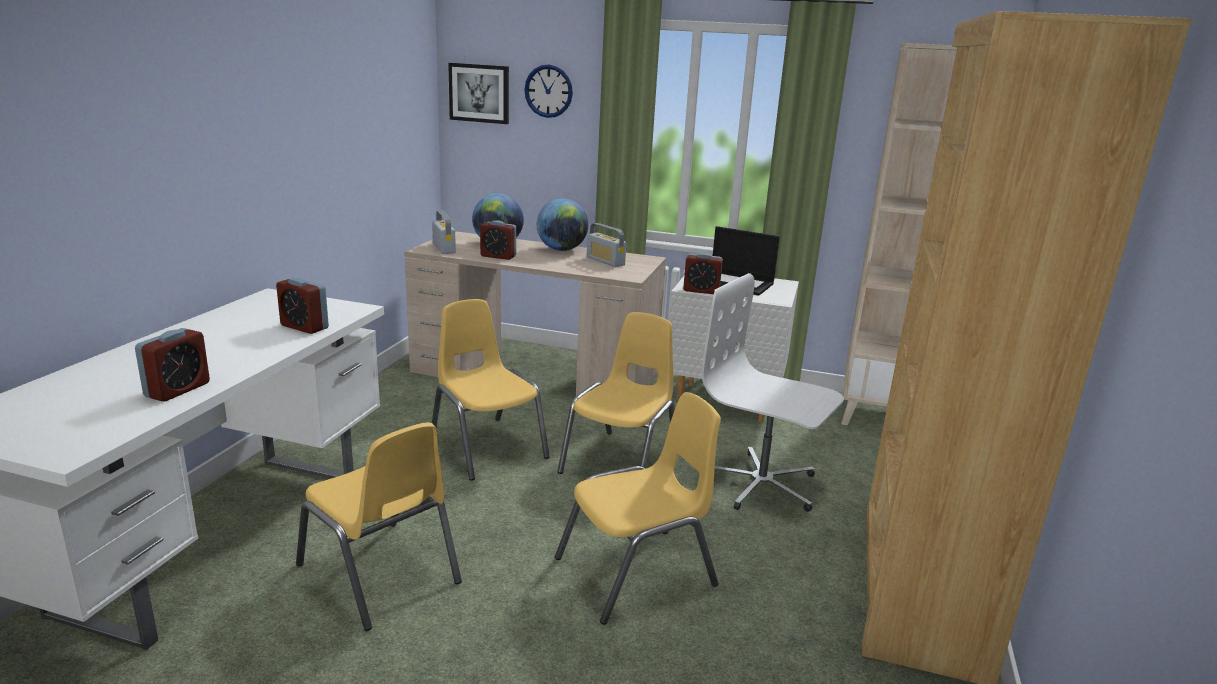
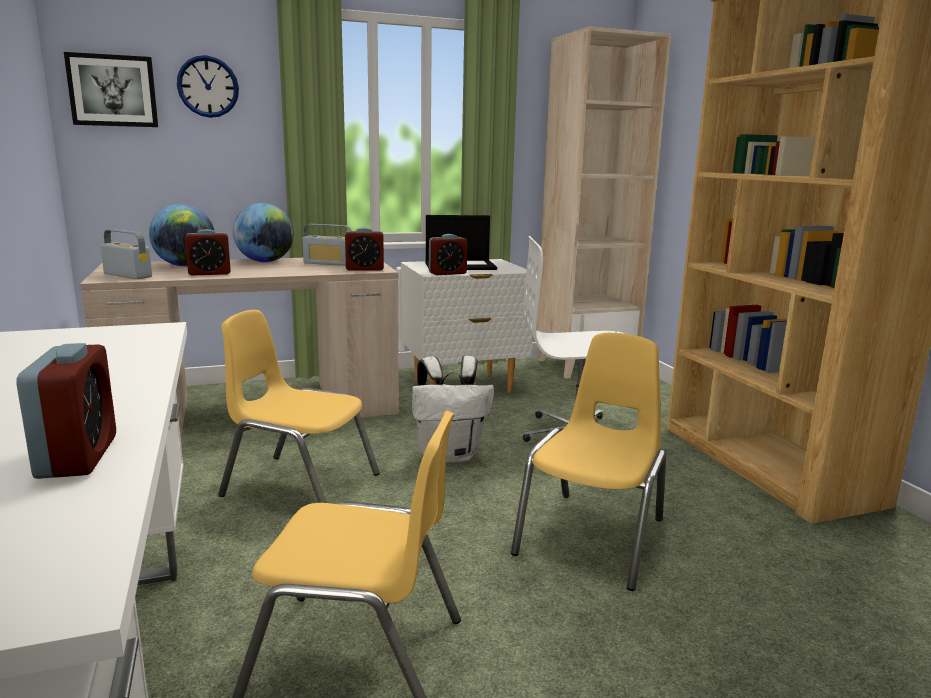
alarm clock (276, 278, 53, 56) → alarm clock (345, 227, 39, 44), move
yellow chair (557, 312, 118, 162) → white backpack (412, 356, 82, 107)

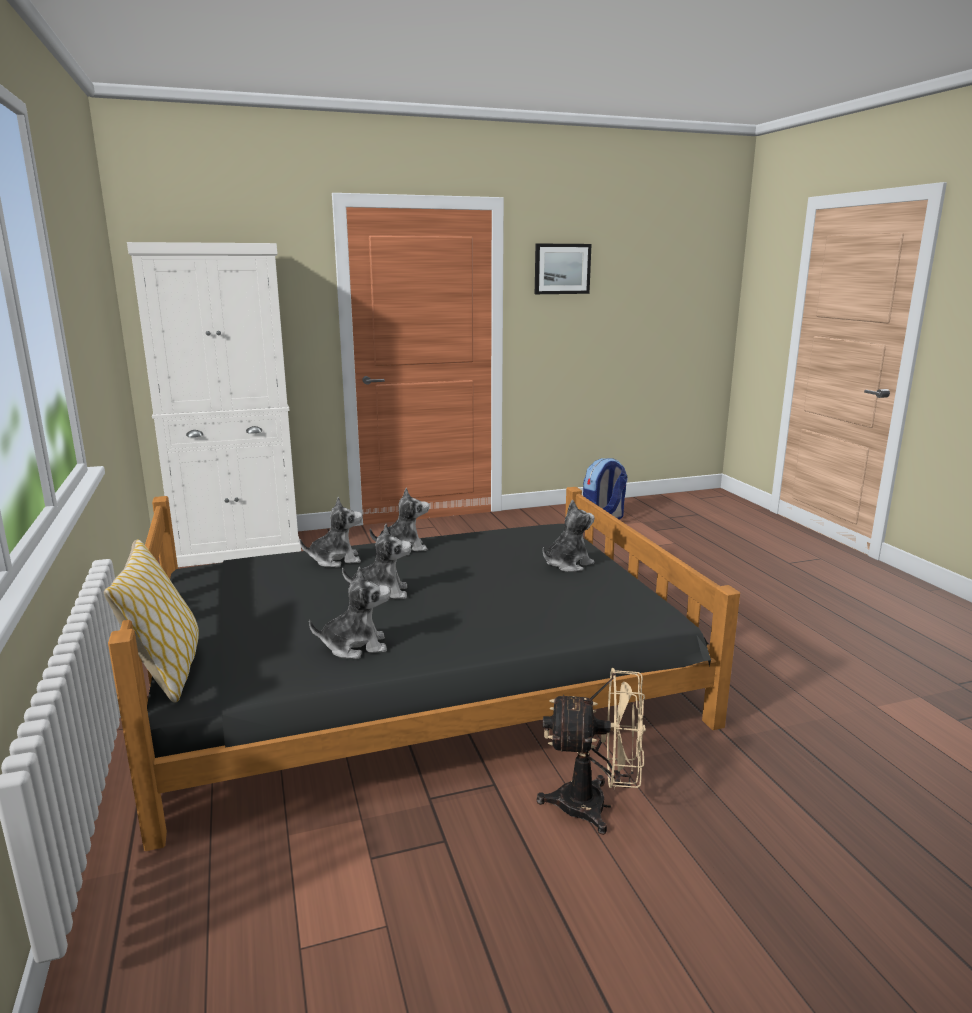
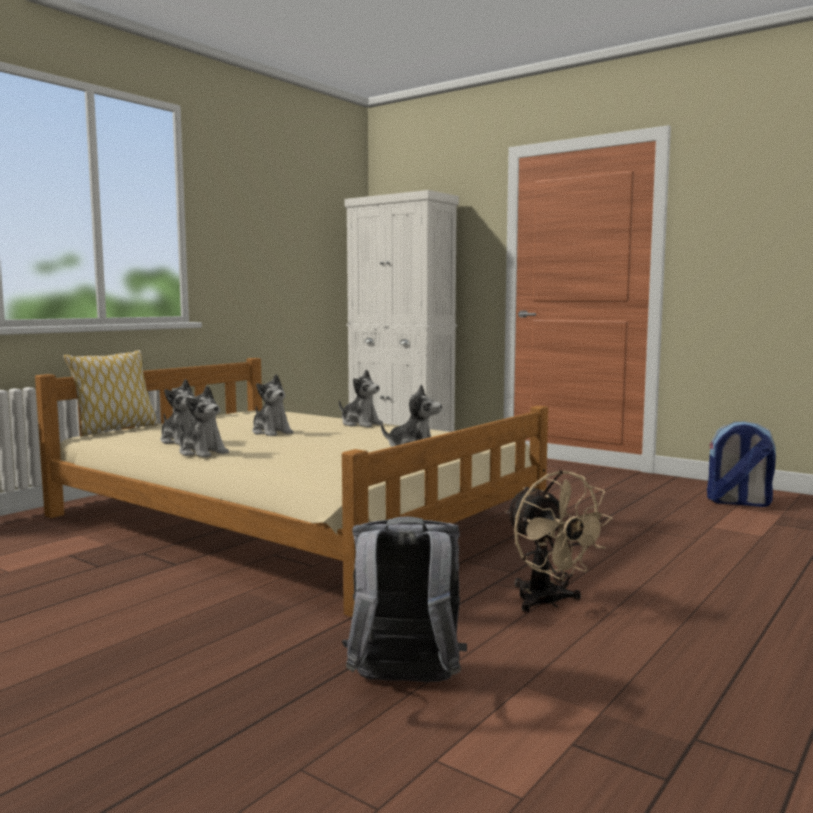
black bed (108, 487, 632, 364) → beige bed (35, 358, 513, 259)
plush toy (300, 497, 63, 70) → plush toy (180, 386, 49, 72), move
- → grey backpack (342, 517, 125, 165)
beige fan (537, 668, 109, 167) → beige fan (505, 470, 108, 142), move
picture (535, 244, 57, 50) → -

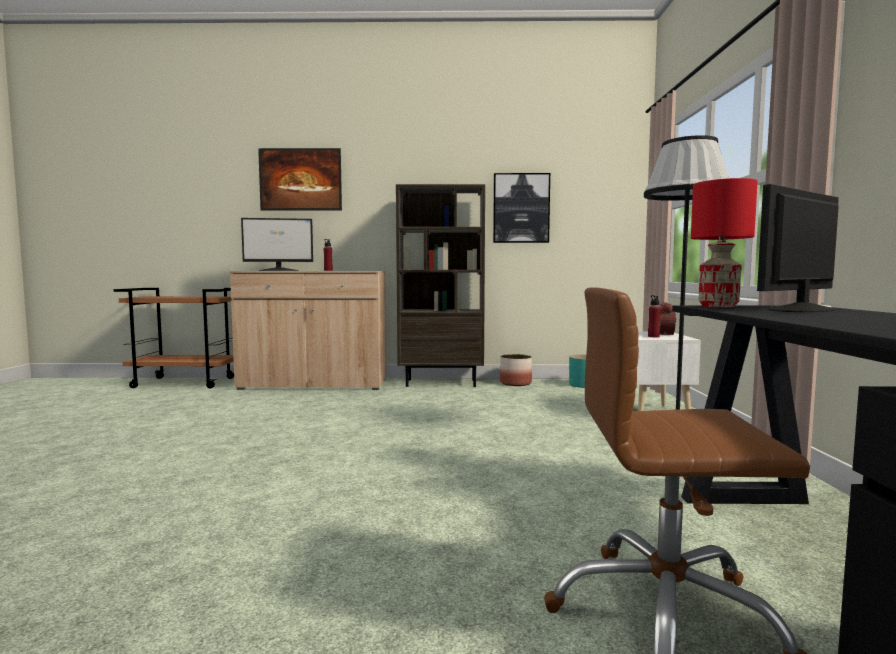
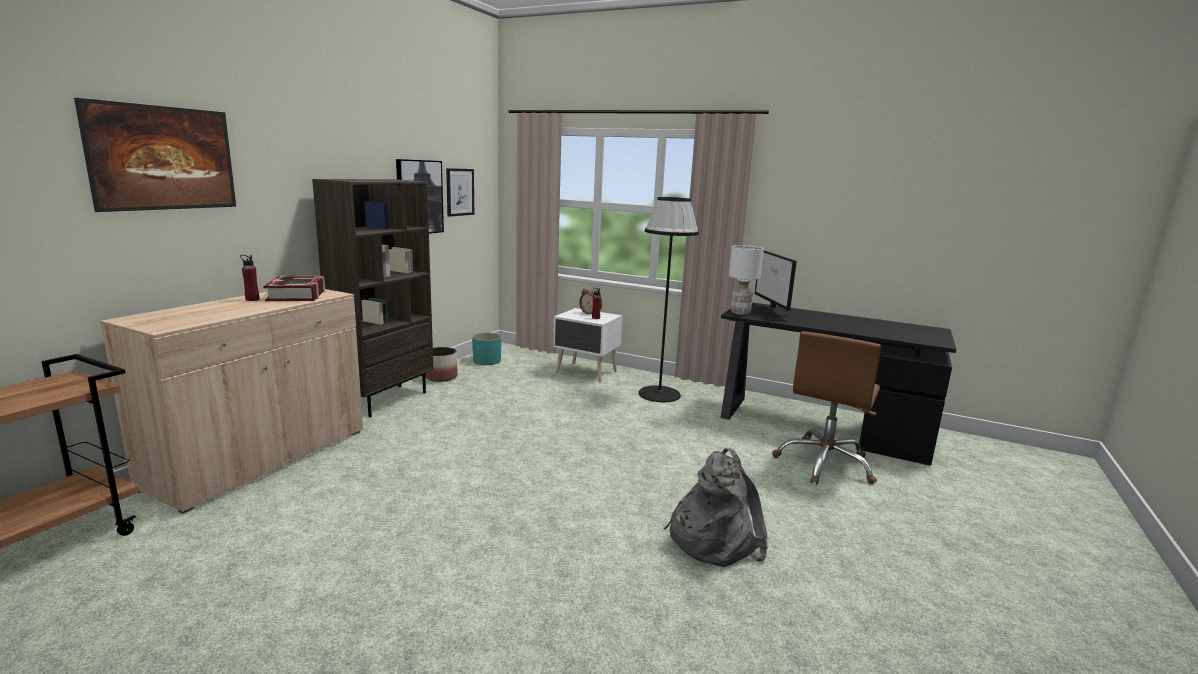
- → book (263, 276, 62, 25)
- → picture (446, 168, 28, 49)
- → grey backpack (664, 448, 104, 119)
red table lamp (691, 178, 67, 129) → white table lamp (729, 245, 35, 70)
monitor (241, 218, 72, 53) → -

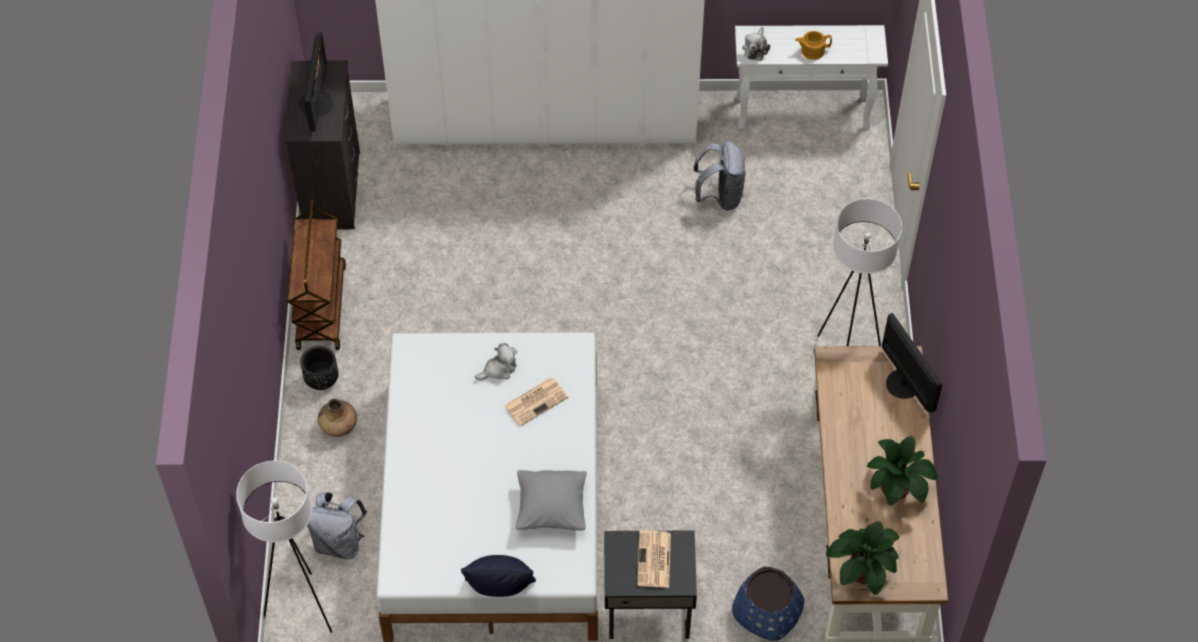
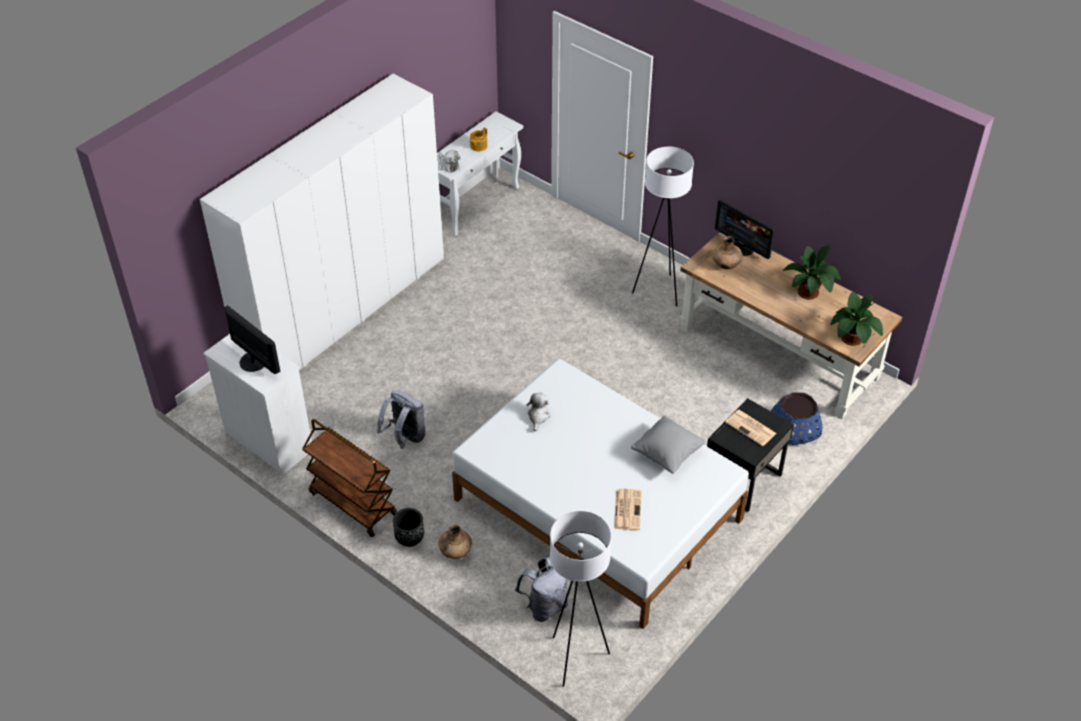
black dresser (284, 60, 76, 169) → white dresser (203, 334, 109, 142)
grey backpack (693, 141, 53, 69) → grey backpack (377, 390, 48, 59), move
newspaper (504, 377, 64, 49) → newspaper (614, 489, 27, 41), move
- → brown vase (712, 236, 31, 33)
monitor (882, 313, 61, 100) → monitor (715, 199, 60, 60), 150 degrees counterclockwise
black pillow (461, 555, 75, 42) → -

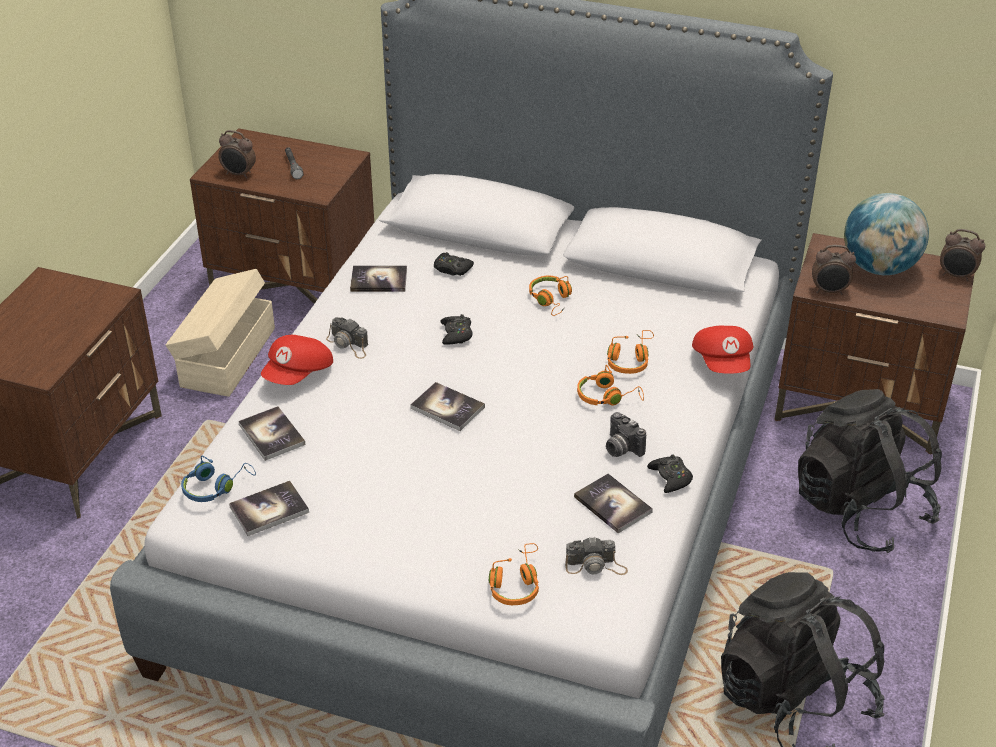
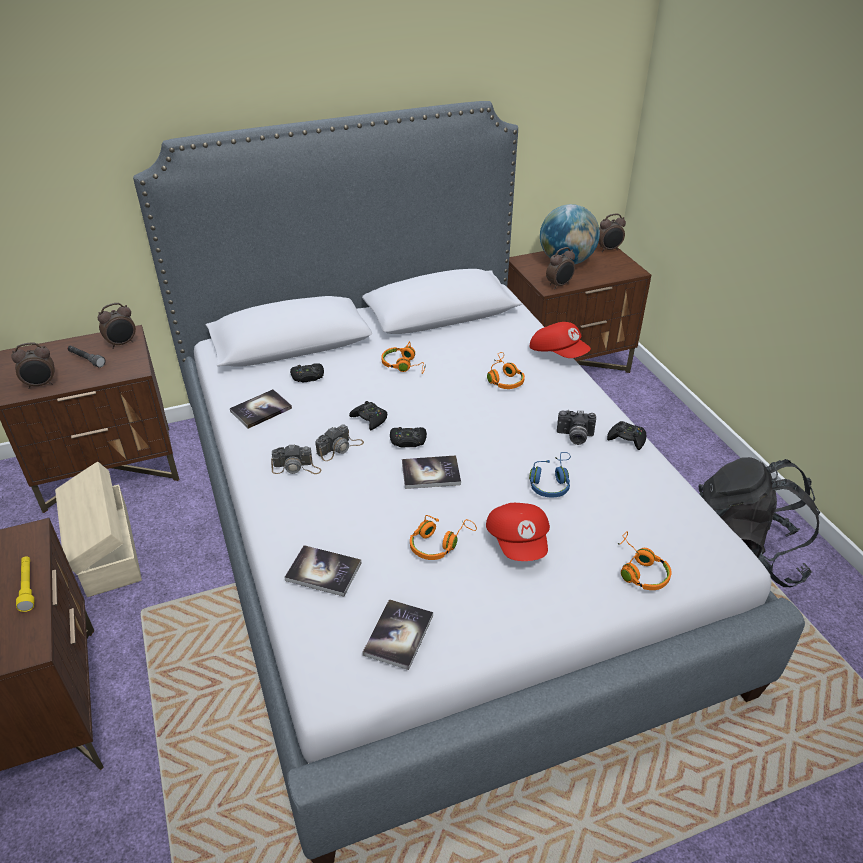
- → yellow flashlight (16, 557, 18, 55)
- → alarm clock (98, 303, 38, 46)
photo camera (565, 537, 63, 38) → photo camera (315, 424, 49, 37), move
- → black game controller (390, 427, 37, 20)
orange headphones (577, 365, 67, 41) → orange headphones (410, 515, 67, 45), move
red cap (261, 335, 72, 50) → red cap (486, 503, 64, 58), move
blue headphones (181, 456, 75, 46) → blue headphones (529, 452, 42, 45), move
book (574, 474, 79, 59) → -
black backpack (798, 389, 144, 164) → -

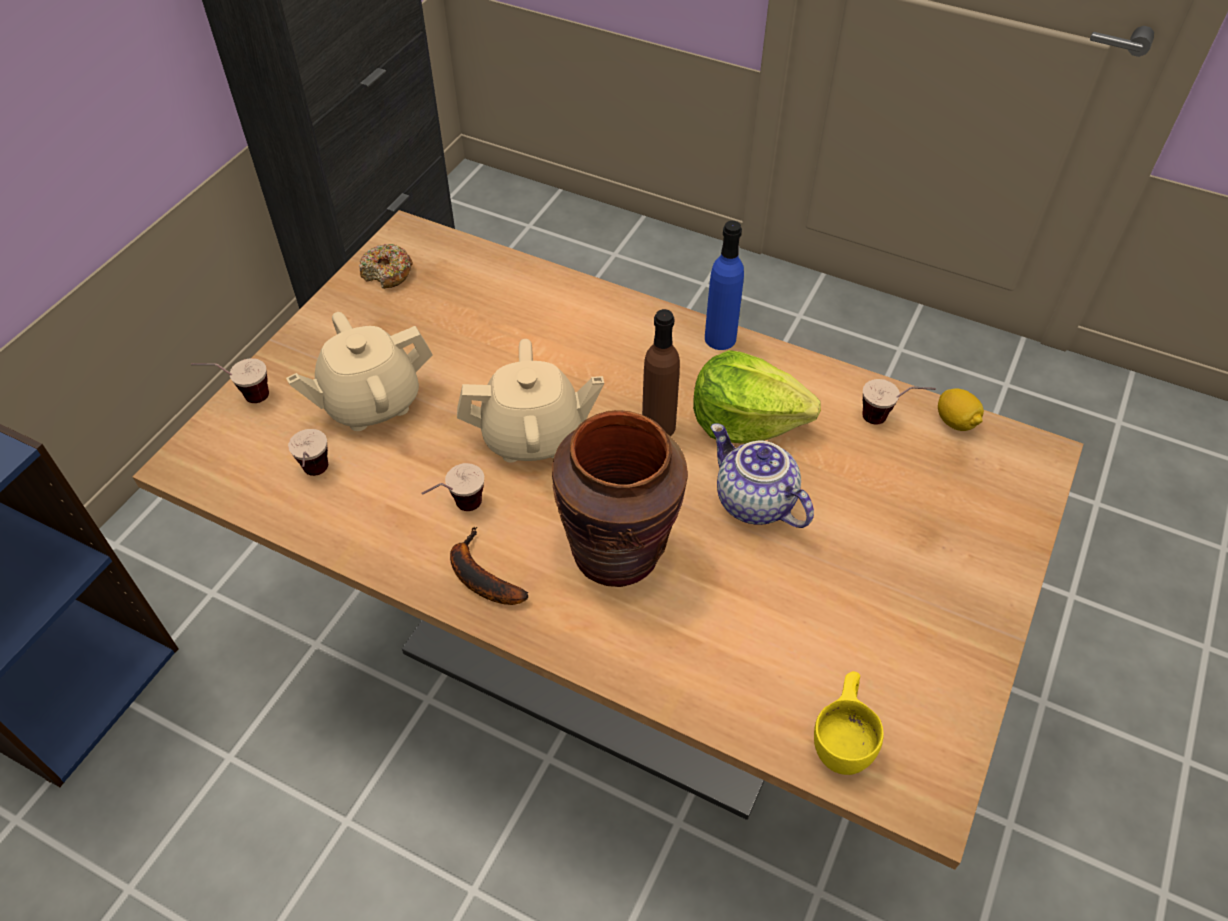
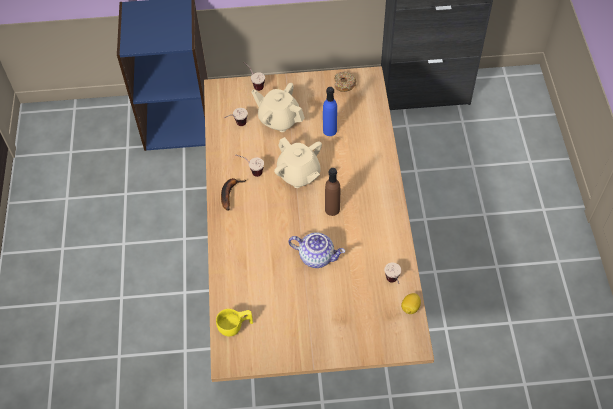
teapot (711, 423, 103, 105) → teapot (288, 232, 57, 36), 90 degrees clockwise
blue bottle (705, 221, 39, 129) → blue bottle (323, 87, 14, 49), move
brown vase (552, 410, 136, 177) → -
lettuce (693, 350, 128, 94) → -

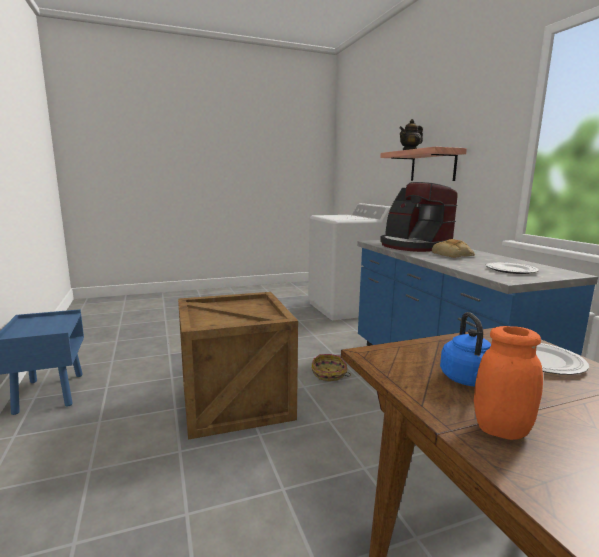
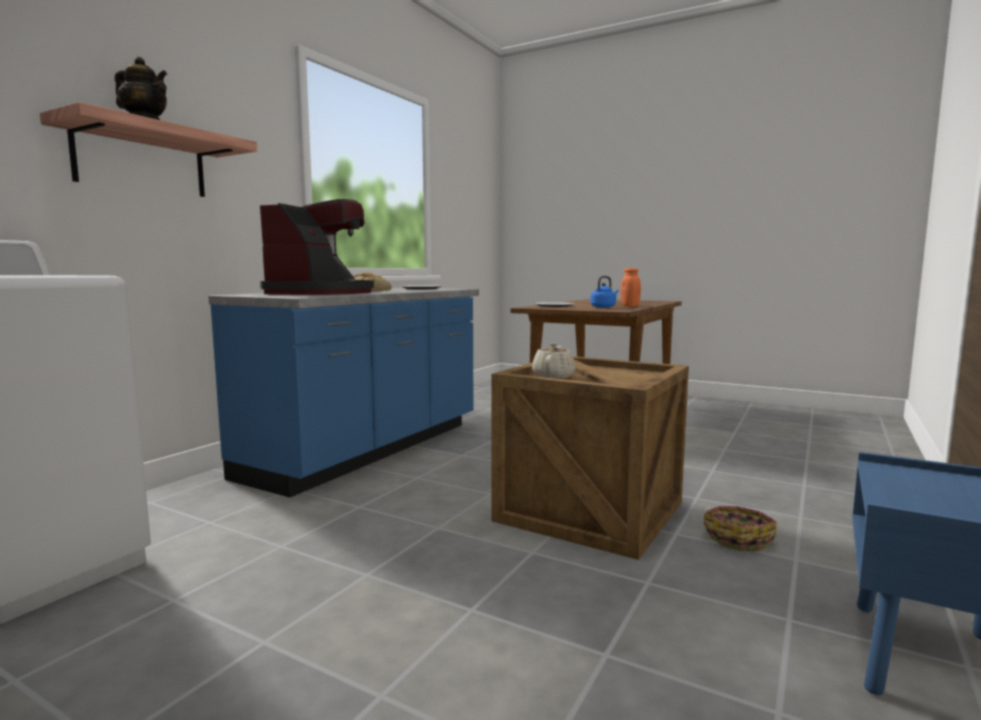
- → beige teapot (532, 343, 43, 36)
basket (312, 354, 39, 27) → basket (704, 506, 73, 45), move

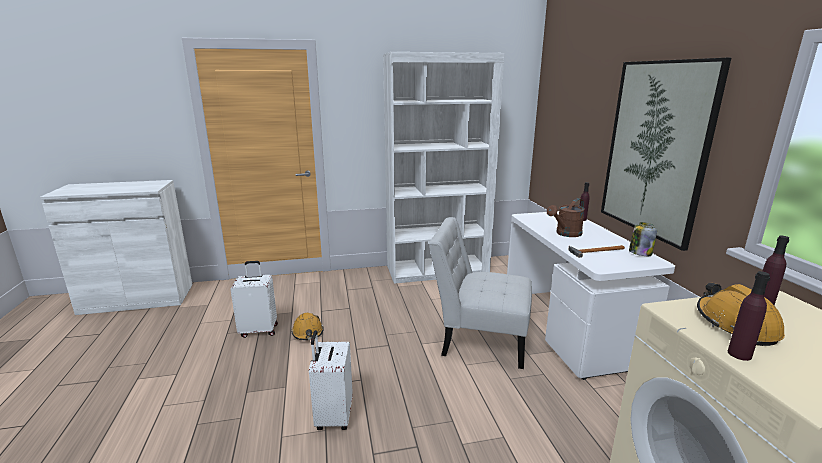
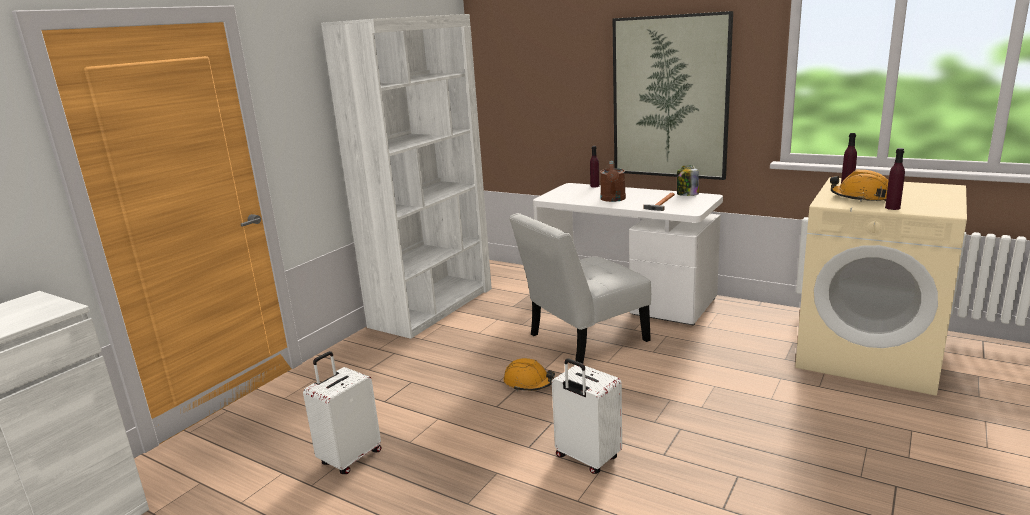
orange hard hat (291, 313, 33, 27) → orange hard hat (504, 358, 51, 33), move

